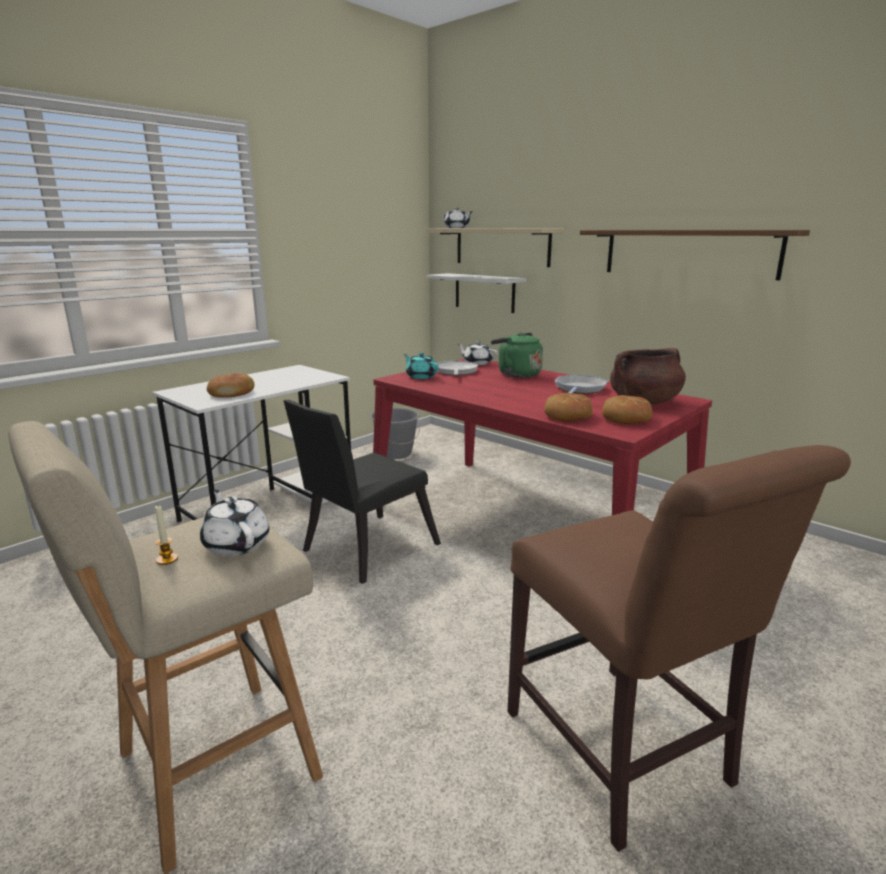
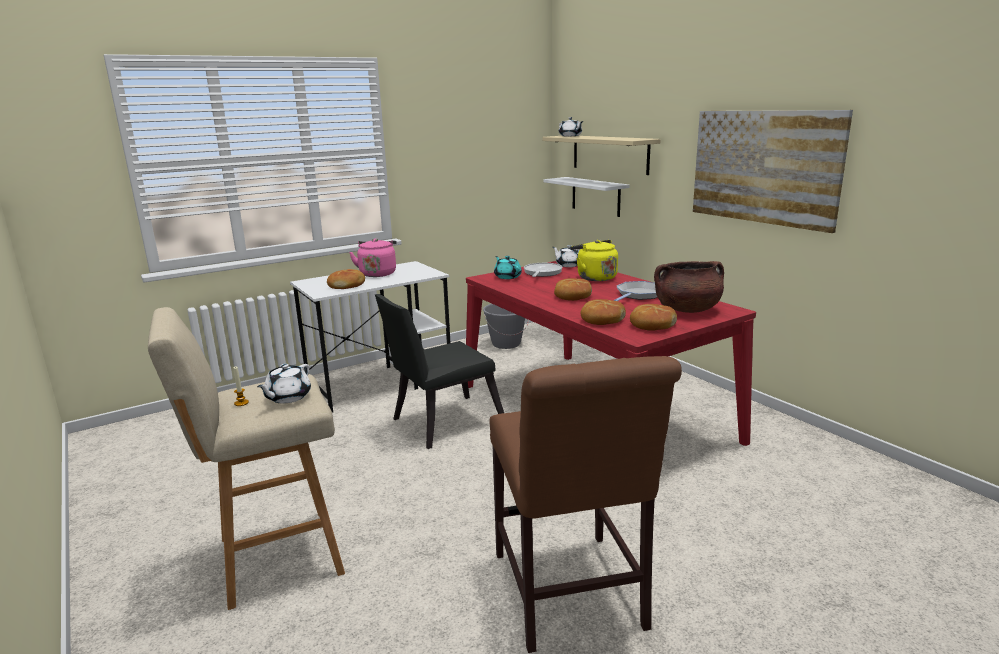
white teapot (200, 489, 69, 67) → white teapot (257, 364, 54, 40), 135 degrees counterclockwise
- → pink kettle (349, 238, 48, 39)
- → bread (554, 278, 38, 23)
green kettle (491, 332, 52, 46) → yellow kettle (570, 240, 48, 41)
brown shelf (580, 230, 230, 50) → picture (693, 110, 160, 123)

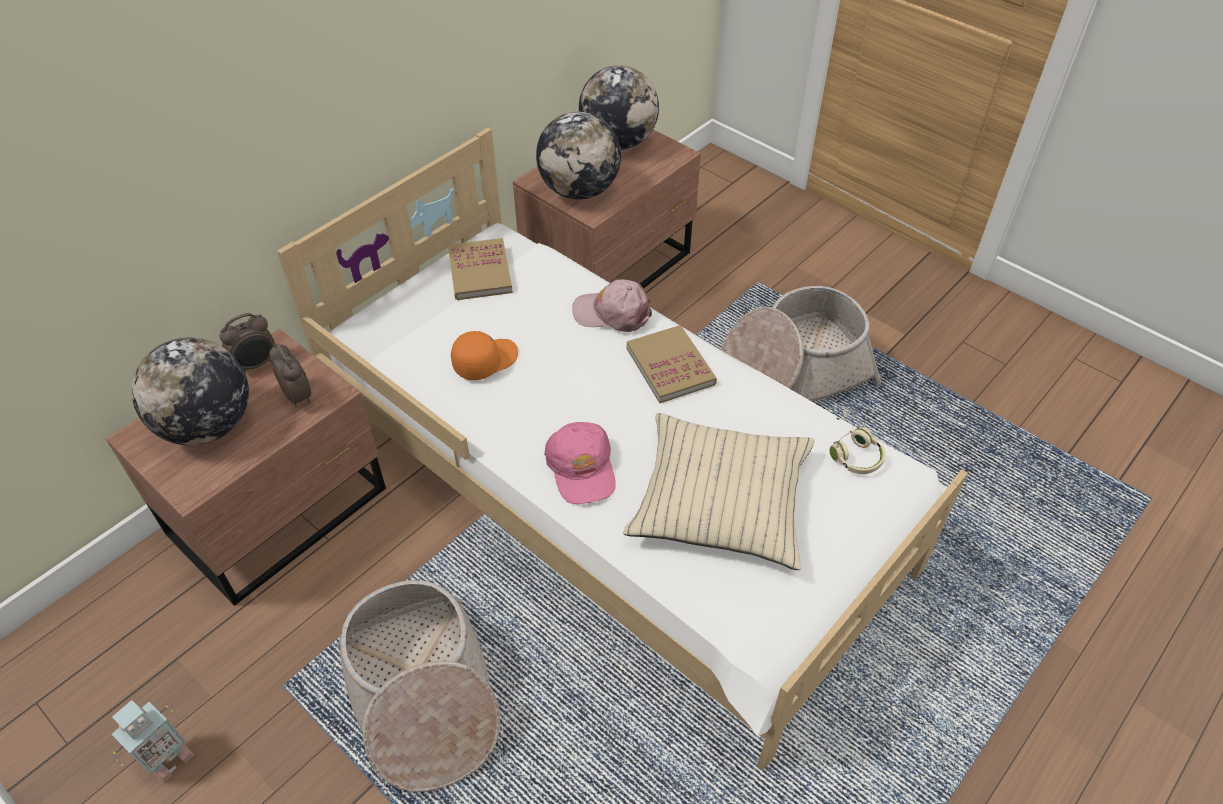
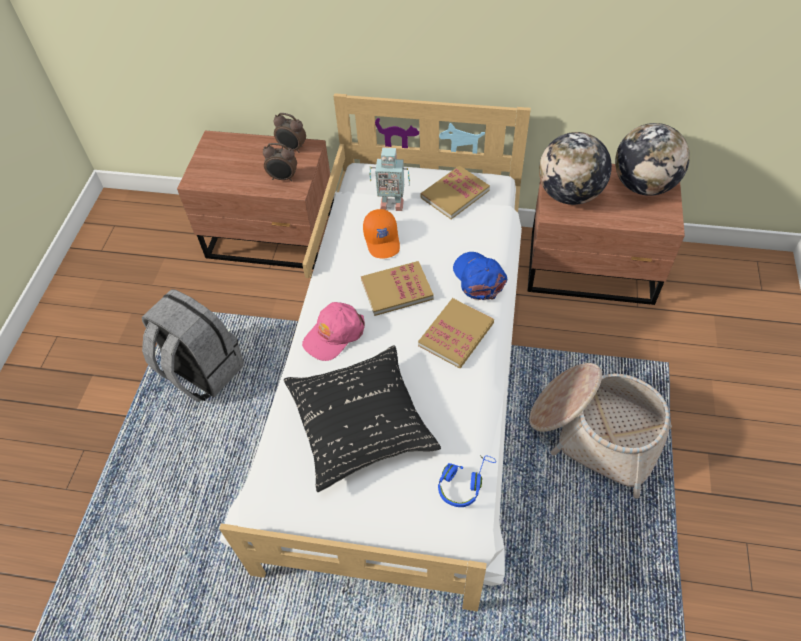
basket (337, 580, 163, 212) → grey backpack (142, 289, 102, 113)
alarm clock (269, 343, 42, 65) → alarm clock (263, 143, 34, 39), 75 degrees clockwise
beige pillow (623, 413, 192, 157) → black pillow (284, 345, 157, 147)
- → book (361, 261, 73, 55)
orange cap (451, 331, 67, 49) → orange cap (363, 209, 37, 50), 60 degrees clockwise
toy robot (111, 700, 83, 84) → toy robot (370, 148, 40, 63), move
beige headphones (830, 407, 55, 67) → blue headphones (438, 455, 58, 52)
pink cap (572, 279, 80, 53) → blue cap (453, 252, 54, 48)
globe (132, 338, 117, 108) → -

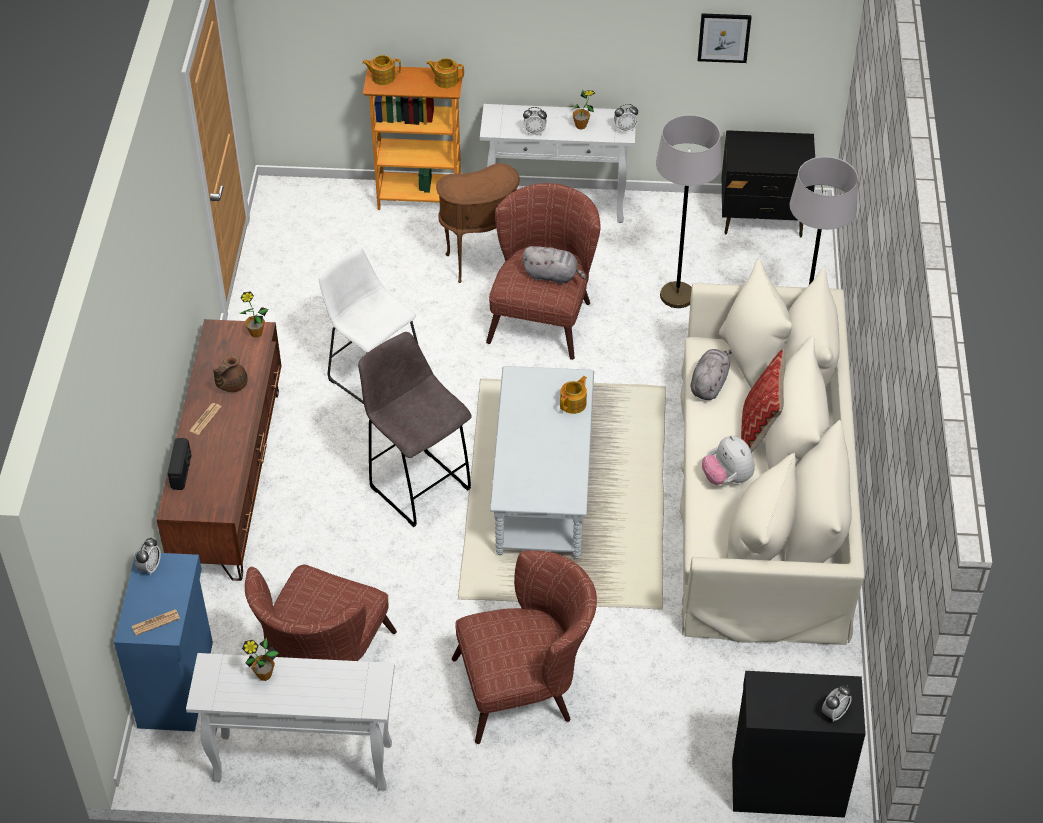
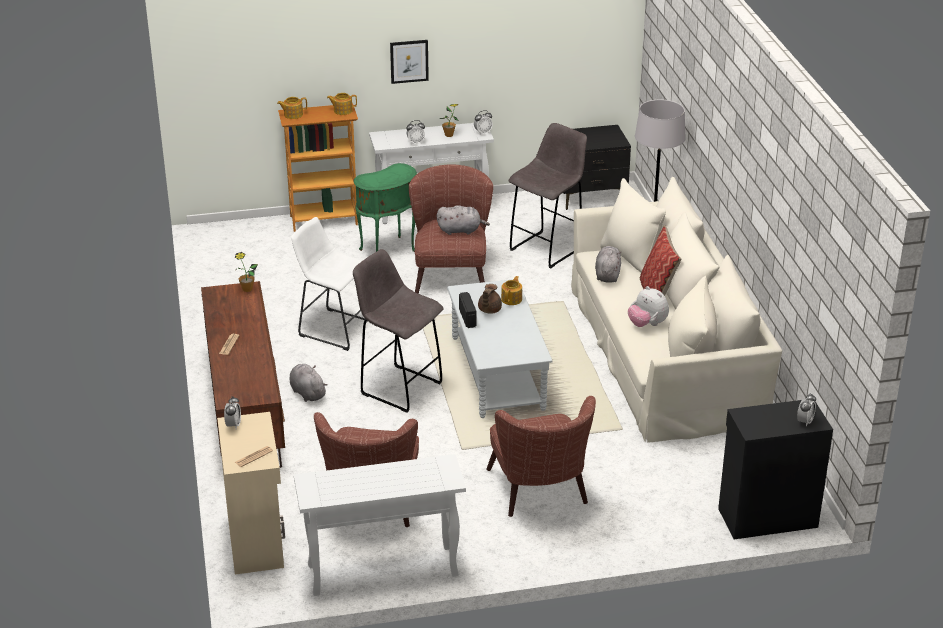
blue cabinet (114, 552, 99, 179) → beige cabinet (217, 412, 68, 163)
- → grey plush toy (289, 364, 39, 38)
brown side table (436, 163, 84, 120) → green side table (354, 163, 63, 89)
picture (698, 13, 54, 50) → picture (390, 40, 39, 44), move
radio (168, 438, 23, 52) → radio (459, 292, 18, 36), move
brown teapot (213, 355, 35, 37) → brown teapot (478, 284, 24, 29), move
brown armchair (452, 550, 145, 194) → brown armchair (486, 396, 110, 121), 105 degrees clockwise
grey floor lamp (656, 115, 65, 193) → grey stool (509, 123, 78, 145)
potted plant (242, 638, 37, 43) → -

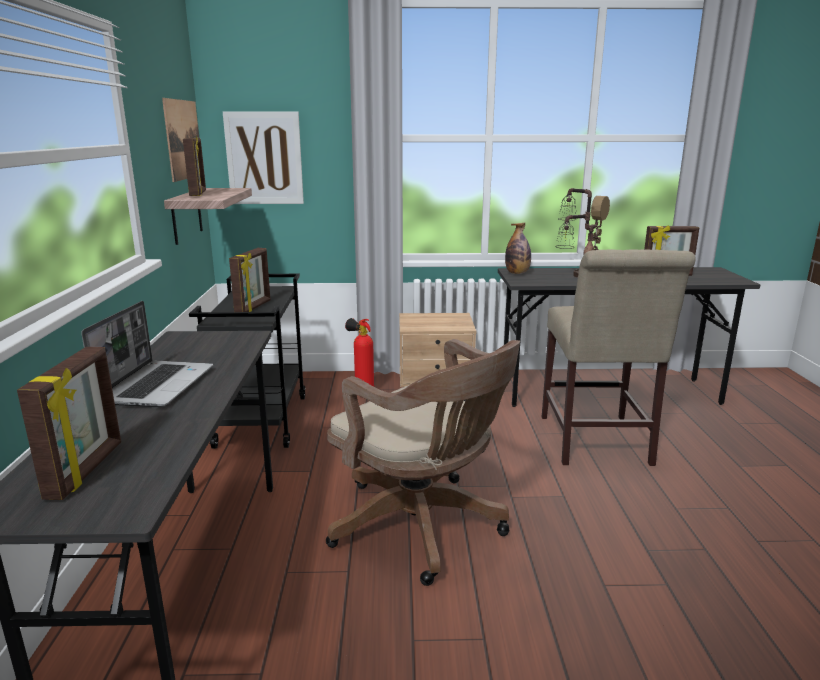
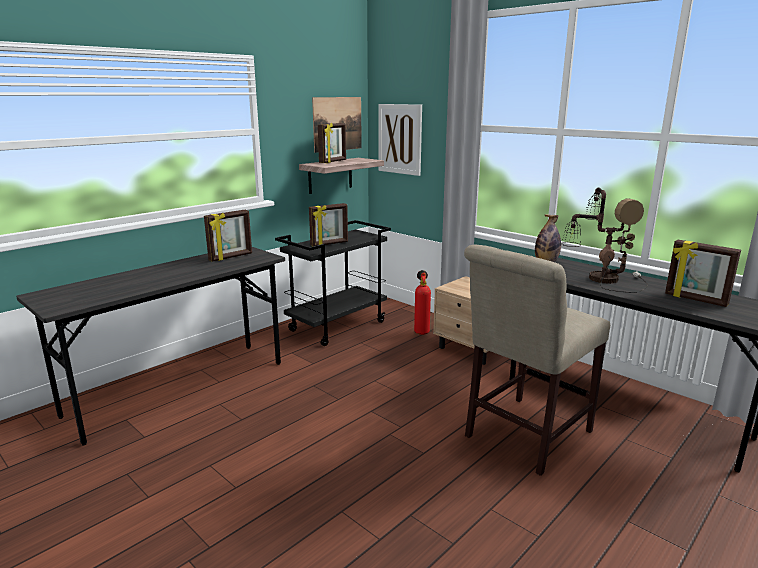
picture frame (17, 347, 104, 153) → picture frame (204, 210, 48, 52), move
laptop (81, 301, 132, 106) → -
brown office chair (326, 339, 194, 247) → -

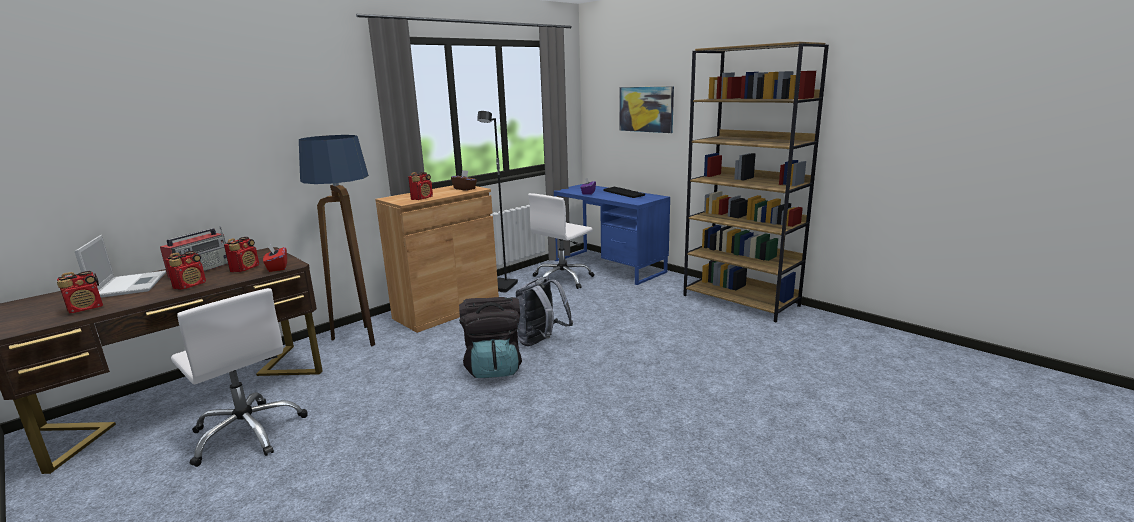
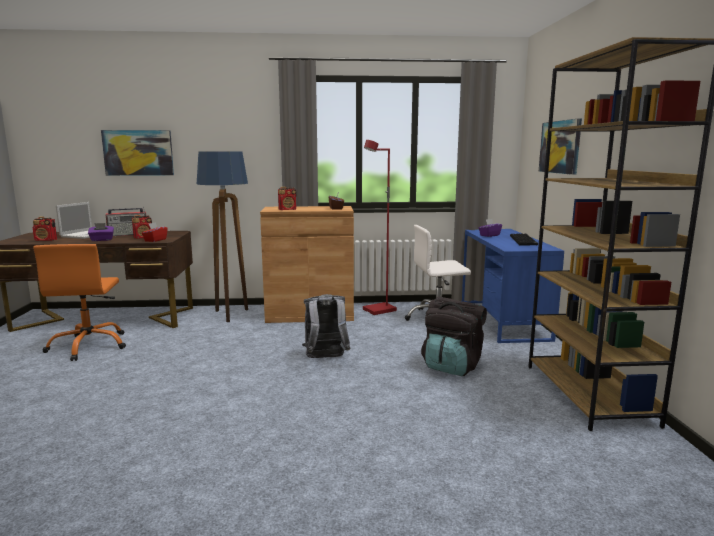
white office chair (171, 288, 137, 179) → orange office chair (33, 244, 93, 117)
radio (165, 251, 41, 39) → purple tissue box (88, 223, 26, 18)
- → picture (101, 130, 73, 46)
black floor lamp (477, 111, 41, 182) → red floor lamp (363, 140, 34, 175)
black backpack (459, 297, 63, 81) → black backpack (421, 297, 66, 79), move

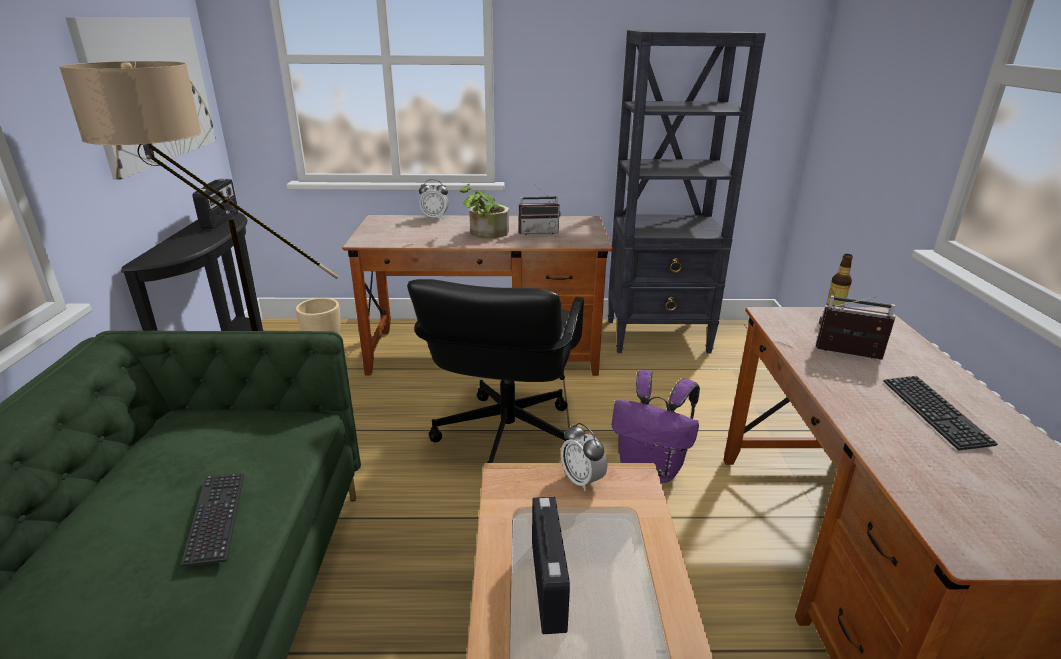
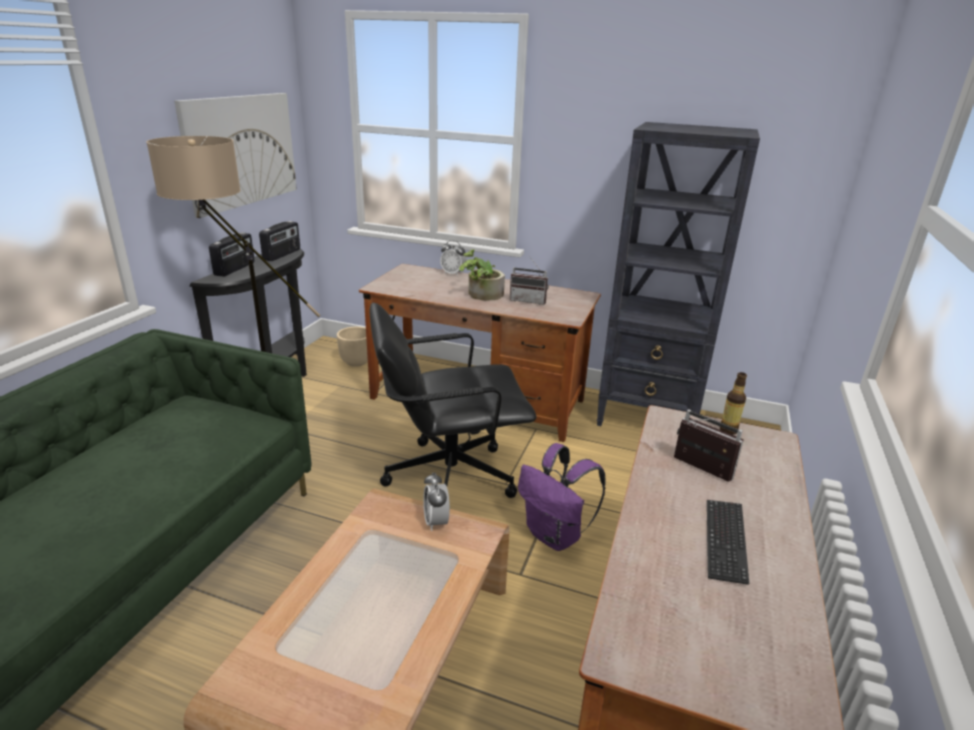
radio (532, 497, 38, 137) → radio (209, 232, 46, 45), move
black office chair (407, 279, 177, 184) → black office chair (370, 303, 166, 195), 45 degrees clockwise
keyboard (181, 473, 63, 94) → -

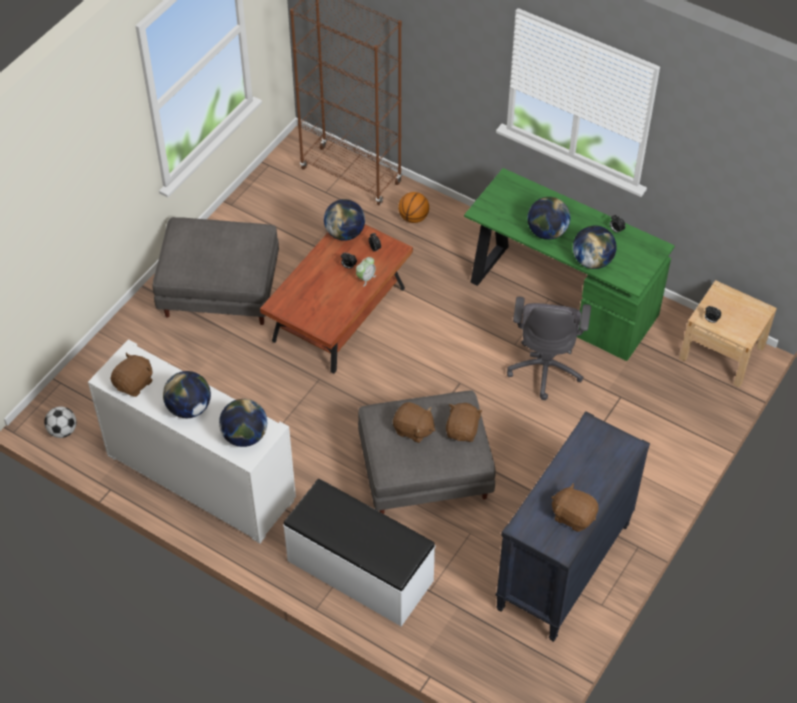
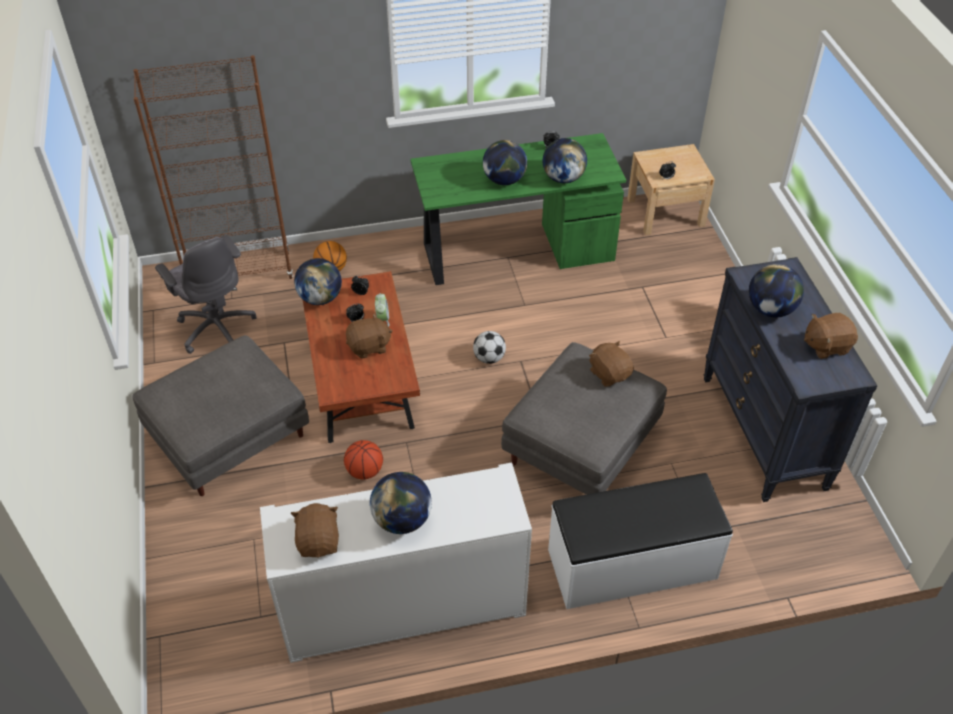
grey office chair (507, 297, 84, 103) → grey office chair (155, 235, 102, 119), move
- → basketball (344, 440, 39, 40)
brown plush toy (393, 402, 43, 41) → brown plush toy (346, 313, 47, 46), move
football (44, 407, 33, 31) → football (473, 331, 33, 33), move
globe (219, 399, 48, 48) → globe (749, 264, 55, 54), move

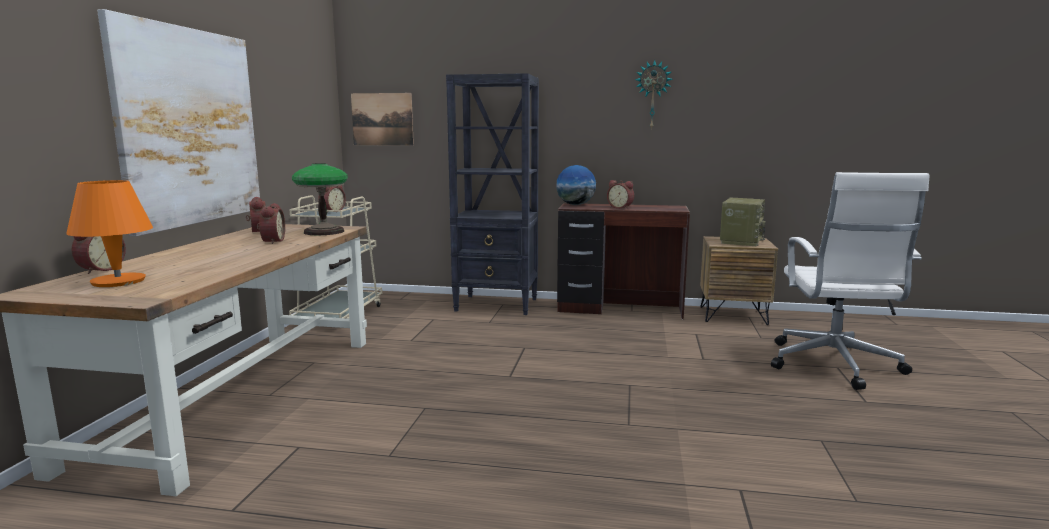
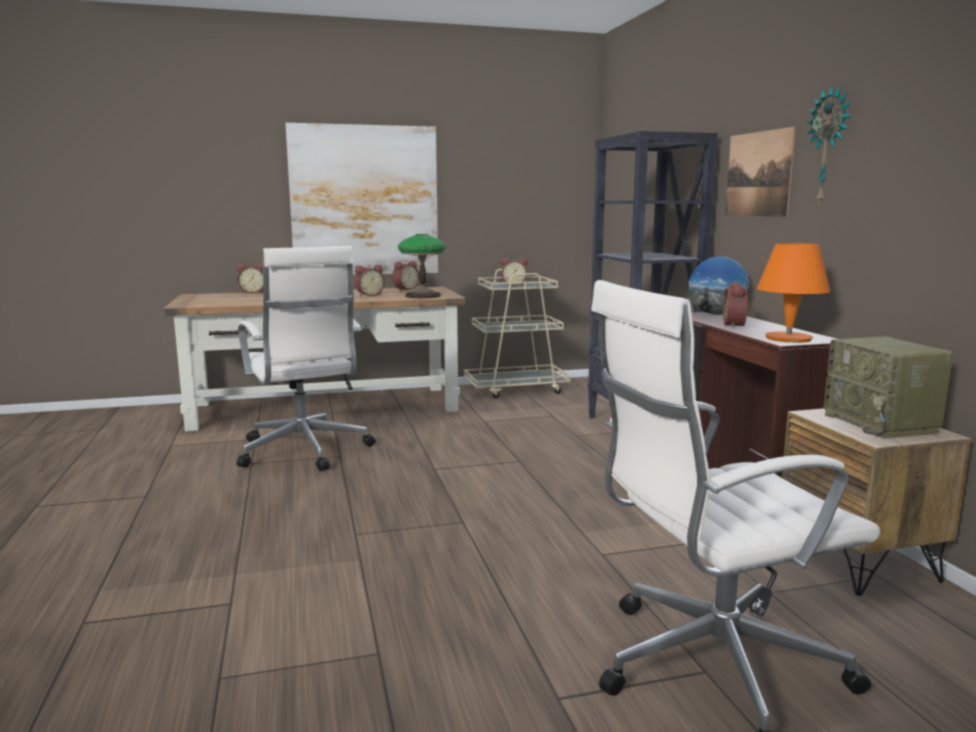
- → white office chair (237, 246, 139, 225)
picture (351, 93, 63, 53) → picture (725, 126, 71, 91), move
orange table lamp (66, 180, 87, 107) → orange table lamp (757, 243, 74, 100), move
radio (720, 198, 46, 48) → radio (824, 336, 130, 103), 75 degrees clockwise

